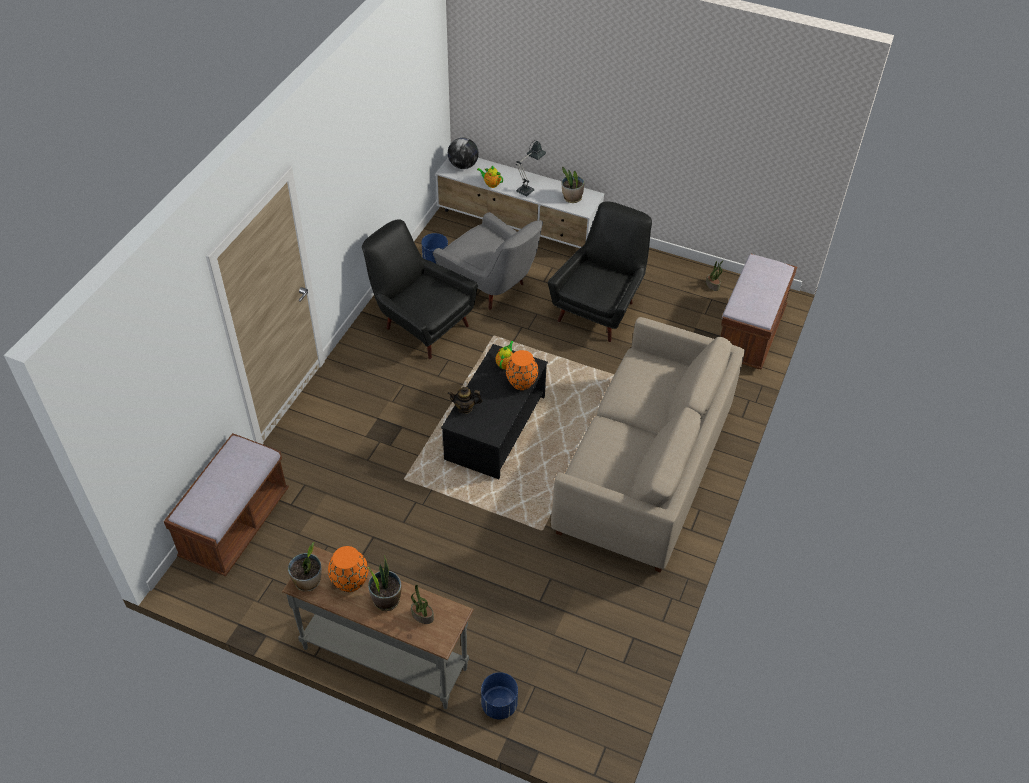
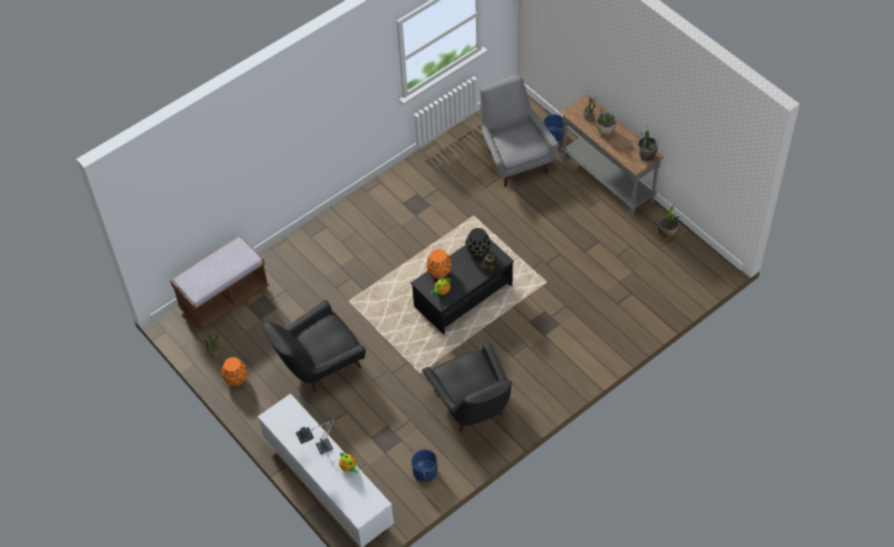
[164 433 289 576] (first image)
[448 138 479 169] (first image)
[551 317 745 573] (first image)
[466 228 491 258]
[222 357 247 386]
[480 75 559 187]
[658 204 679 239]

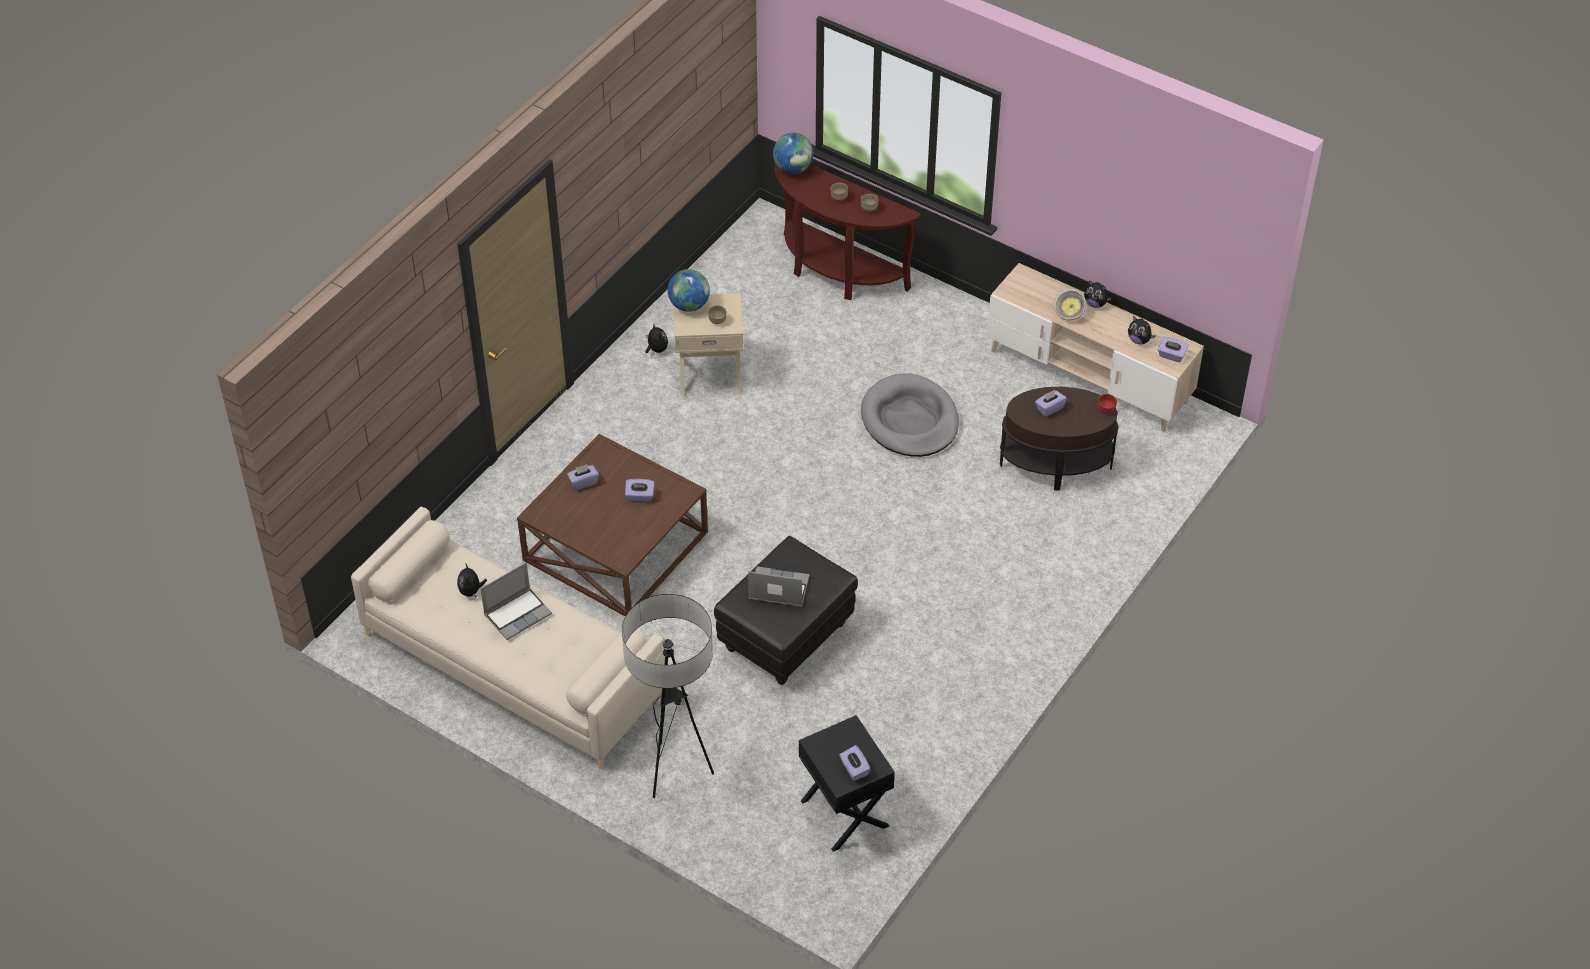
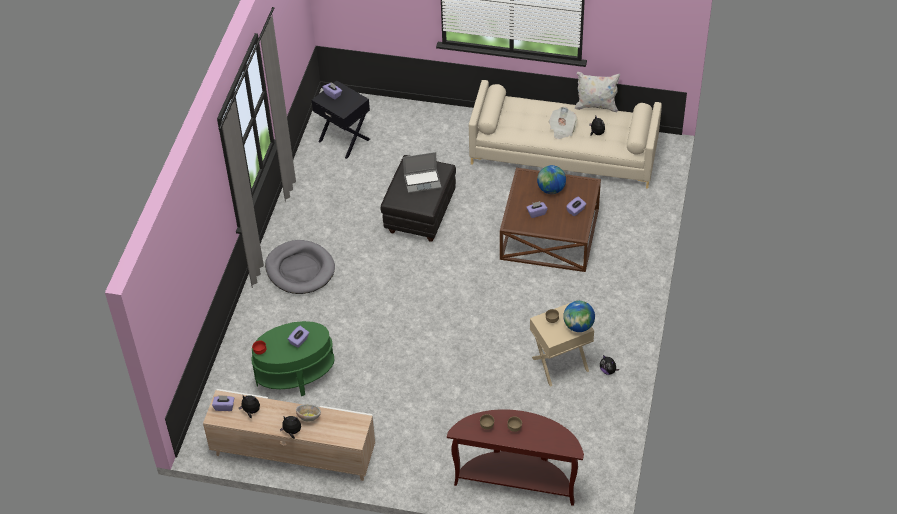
[622 594 714 798] (first image)
[575 72 620 112]
[537 165 566 194]
[265 240 335 294]
[549 107 578 139]
[251 321 335 396]

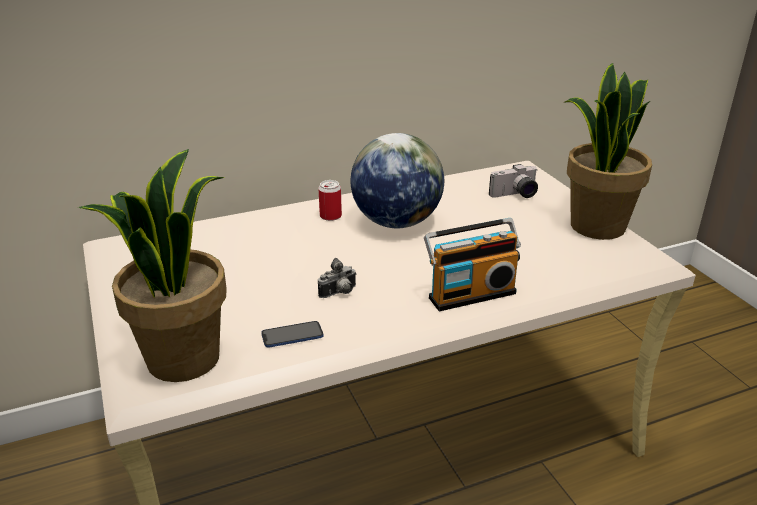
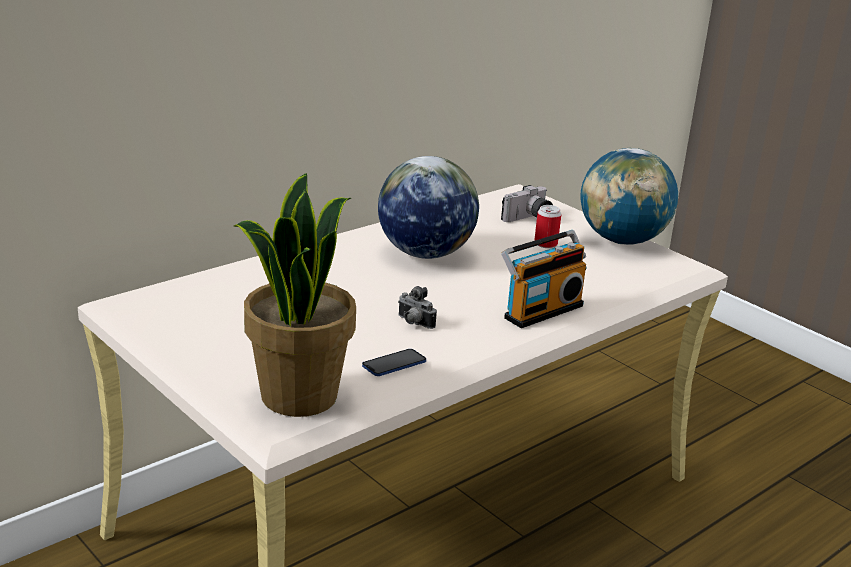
[534 205 562 248]
[580 148 678 245]
[398 286 437 329]

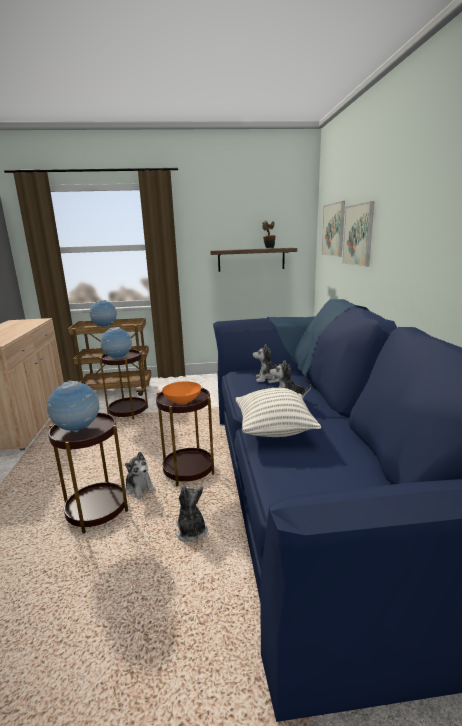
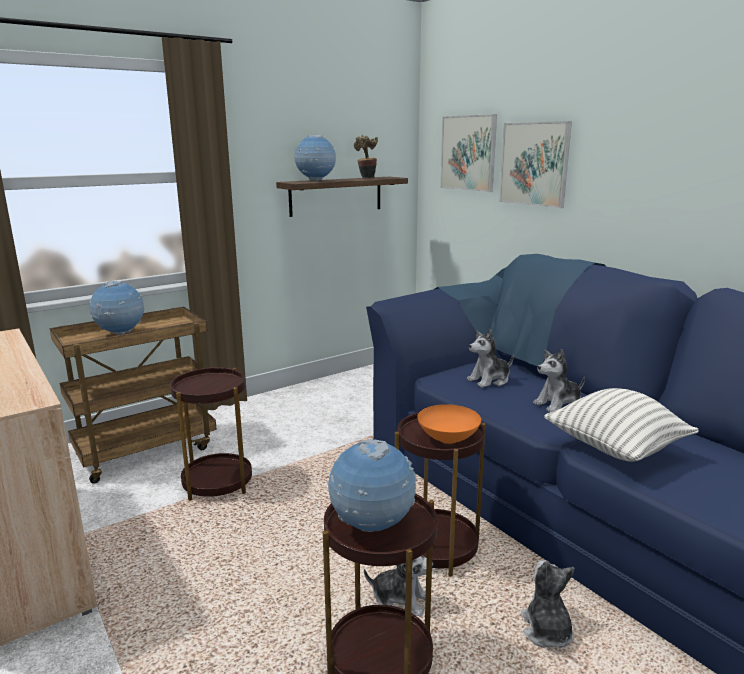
[295 135 336 181]
[521 560 575 648]

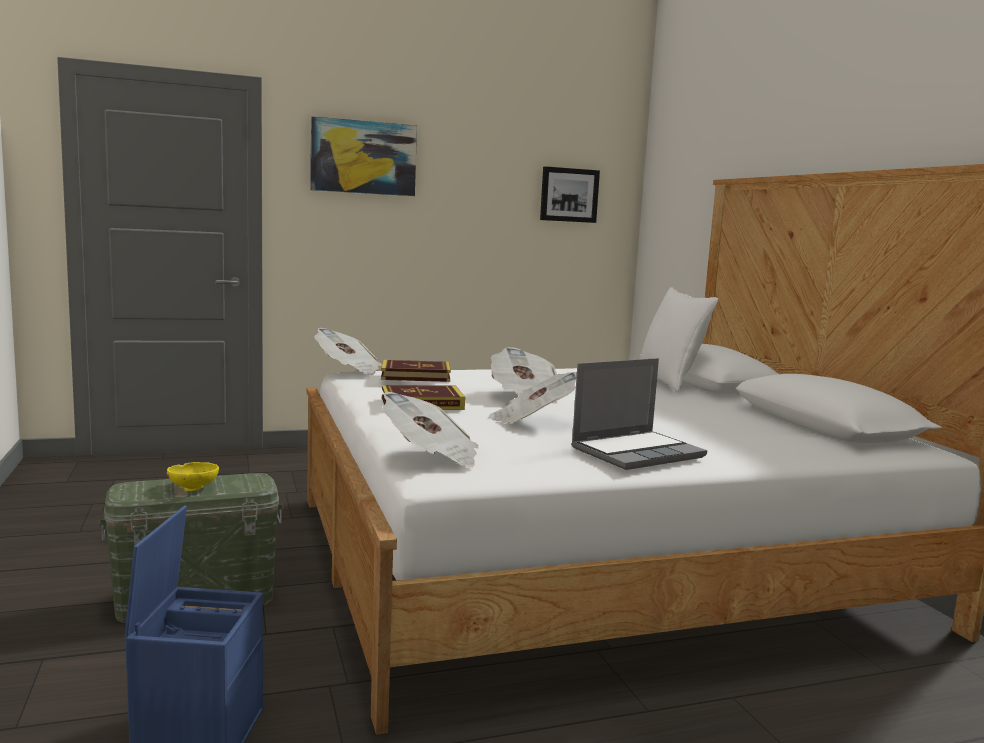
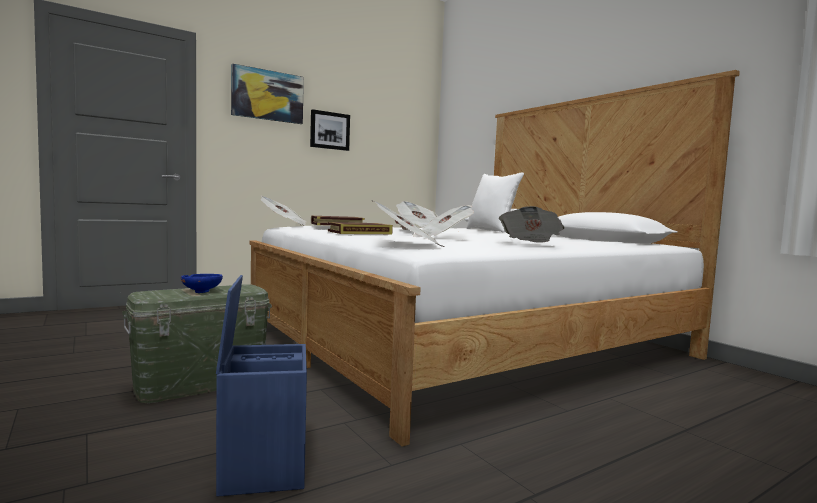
[310 109 350 151]
[499 206 564 243]
[181 274 223 293]

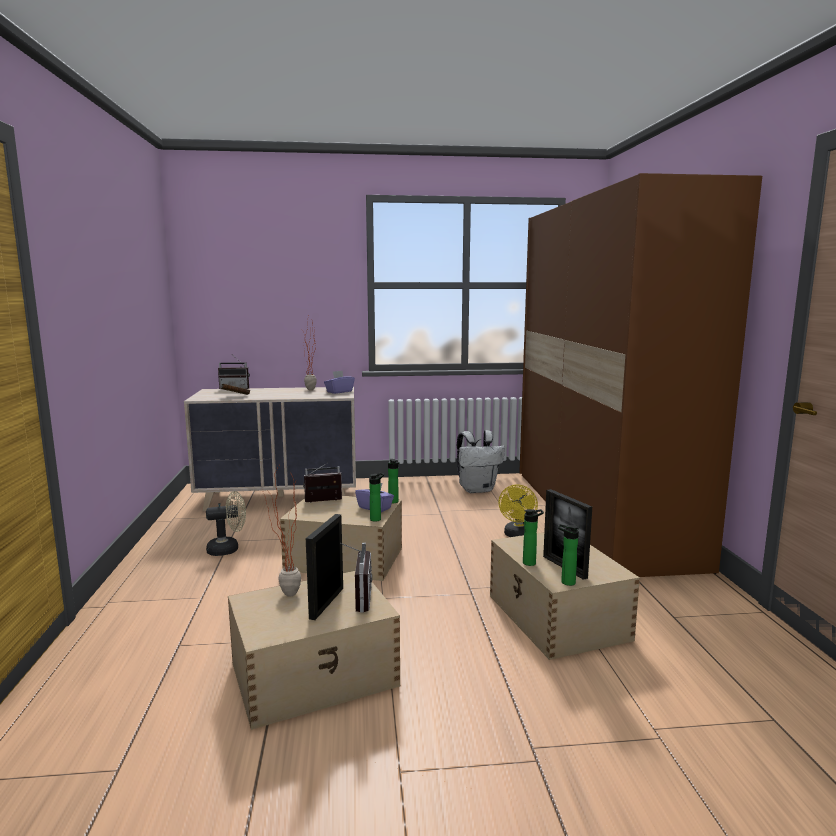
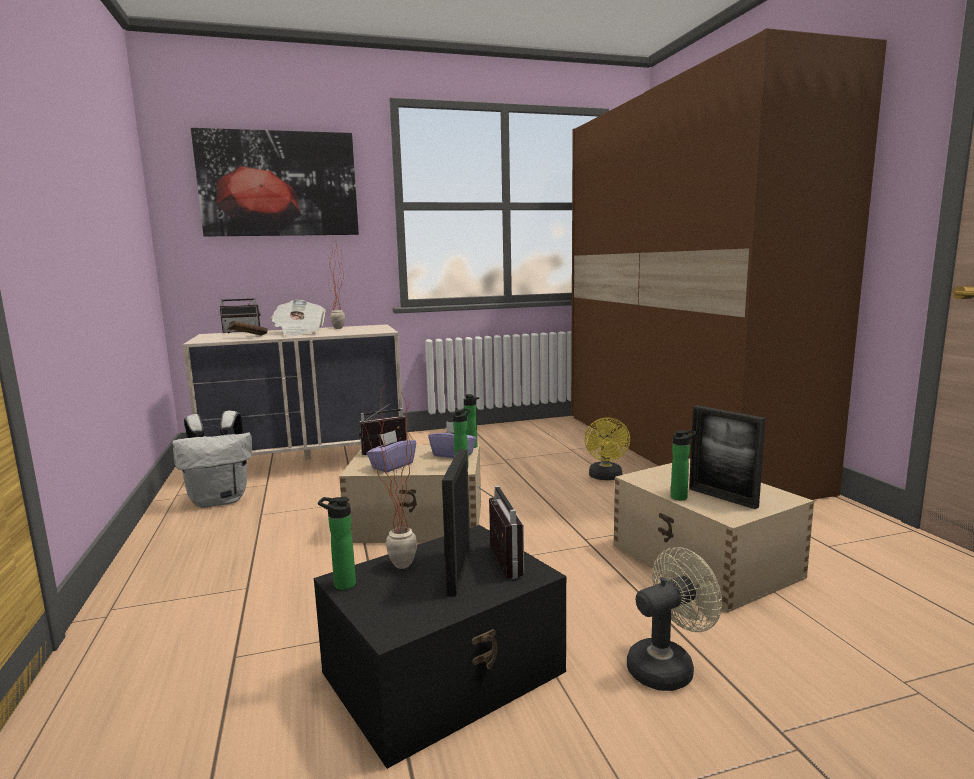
[191 128 359 237]
[271 300 326 336]
[627 547 722 691]
[366 430 416 472]
[172 411 252 508]
[318 497 356 590]
[314 525 567 769]

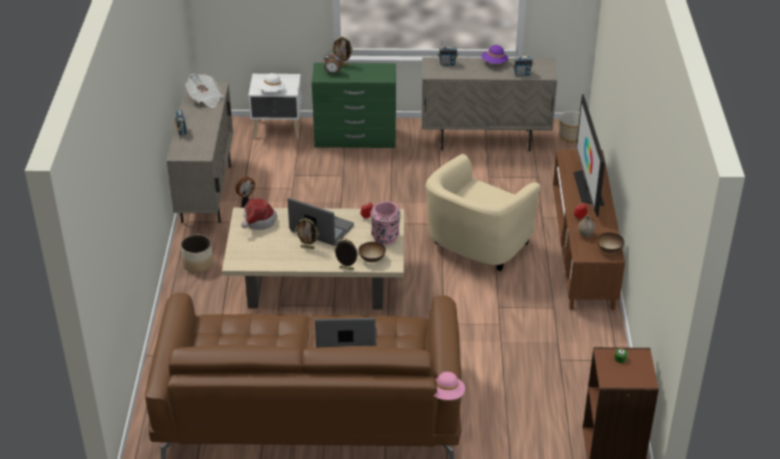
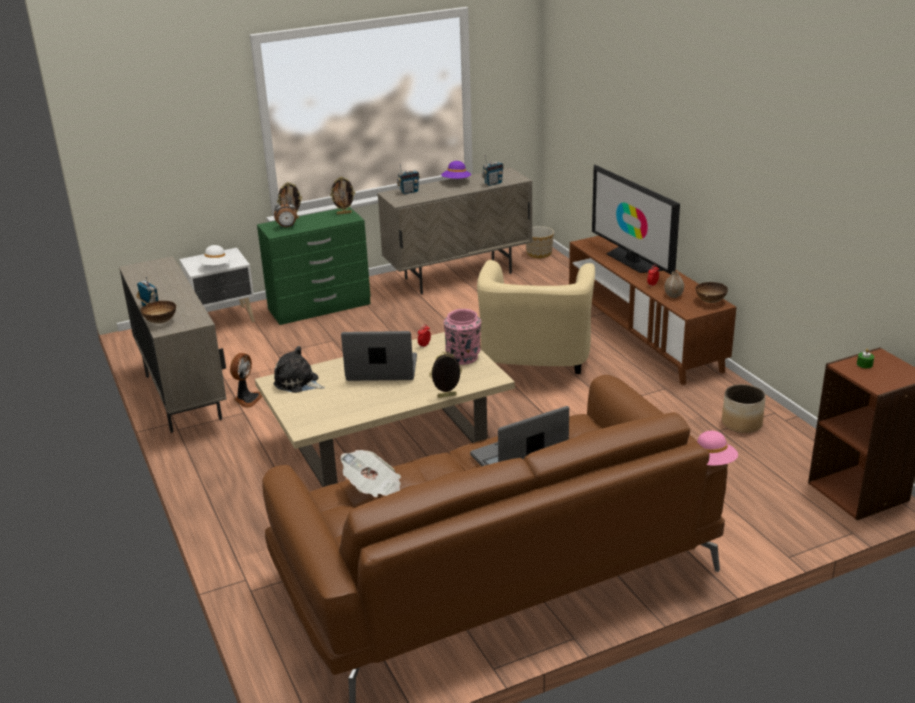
[722 384 766 433]
[340 450 401 497]
[330 177 355 215]
[140 301 176 324]
[273 346 325 393]

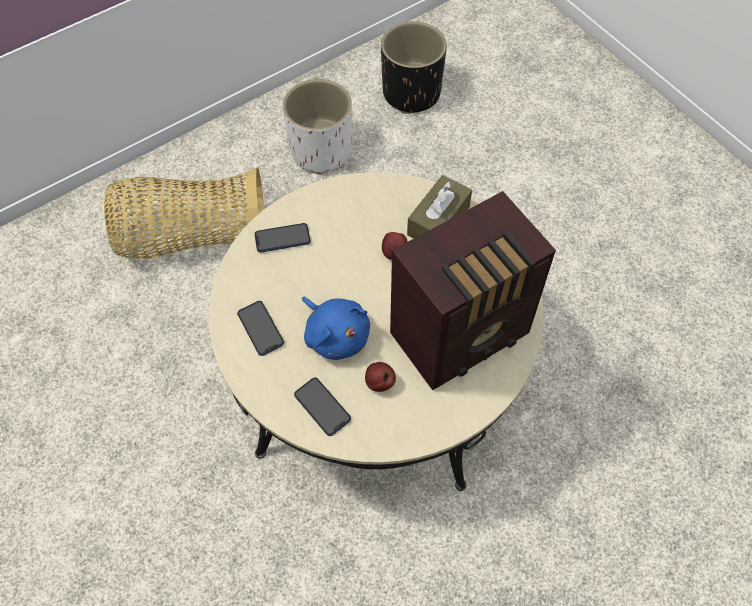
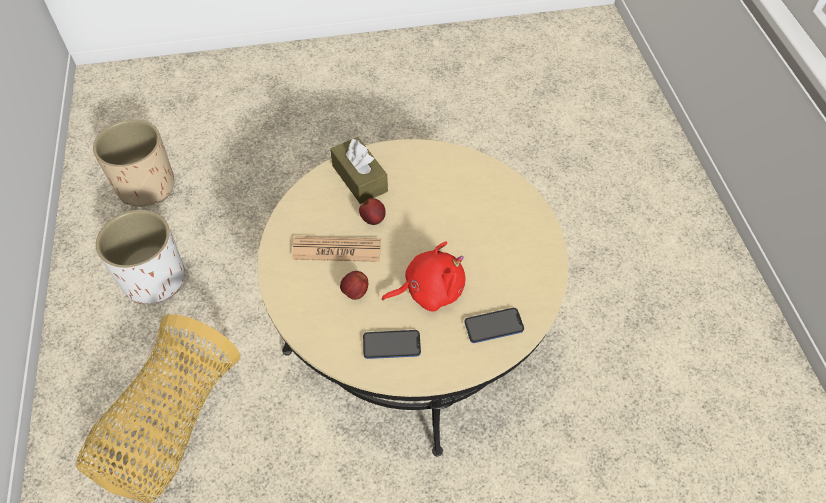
[254 223 311 252] (first image)
[390 191 556 390] (first image)
[292 236 381 262]
[340 271 368 300]
[382 241 465 312]
[93 119 174 207]

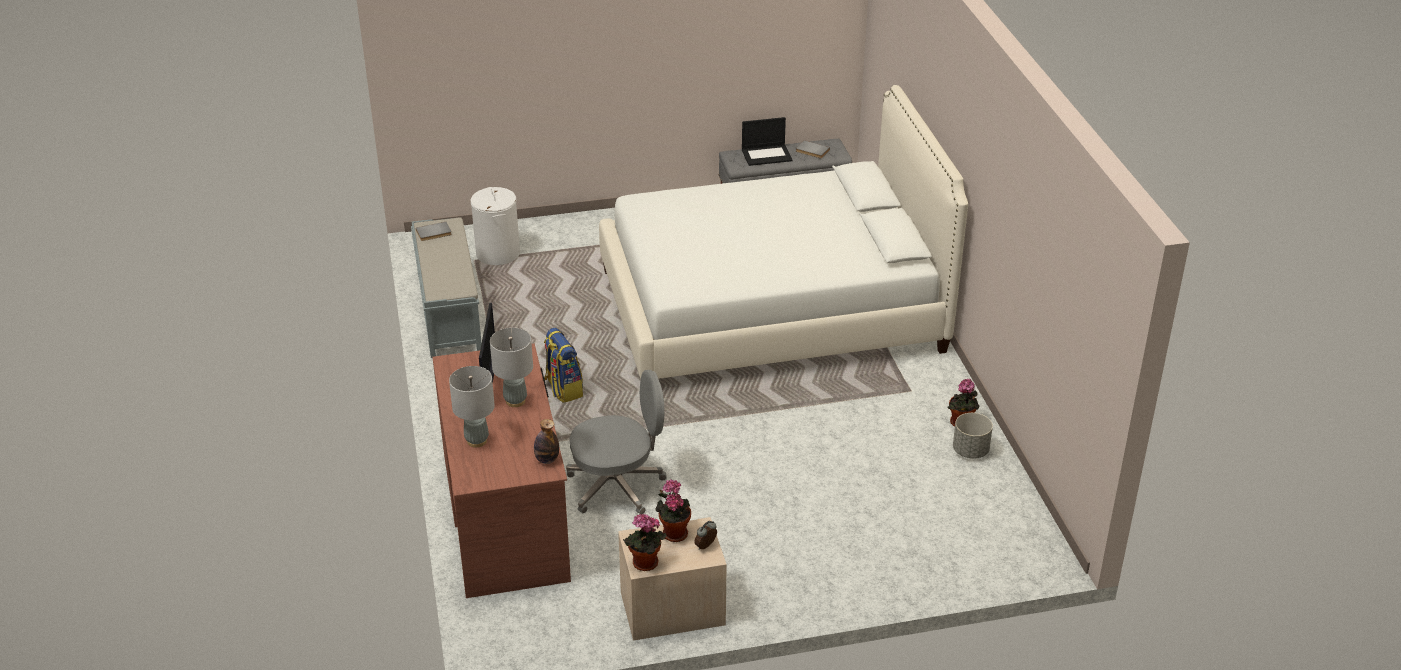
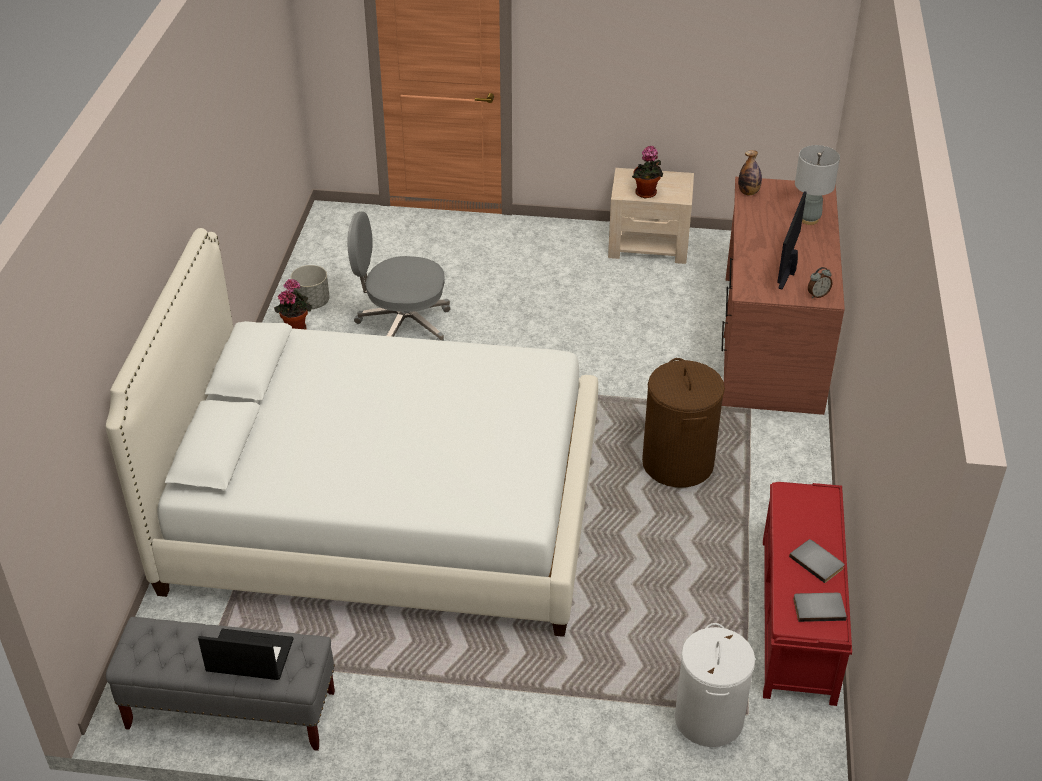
[490 328 533 407] (first image)
[623 514 666 571] (first image)
[347 212 450 341]
[808 267 832 298]
[789 539 844 583]
[642 358 725 488]
[763 482 852 706]

